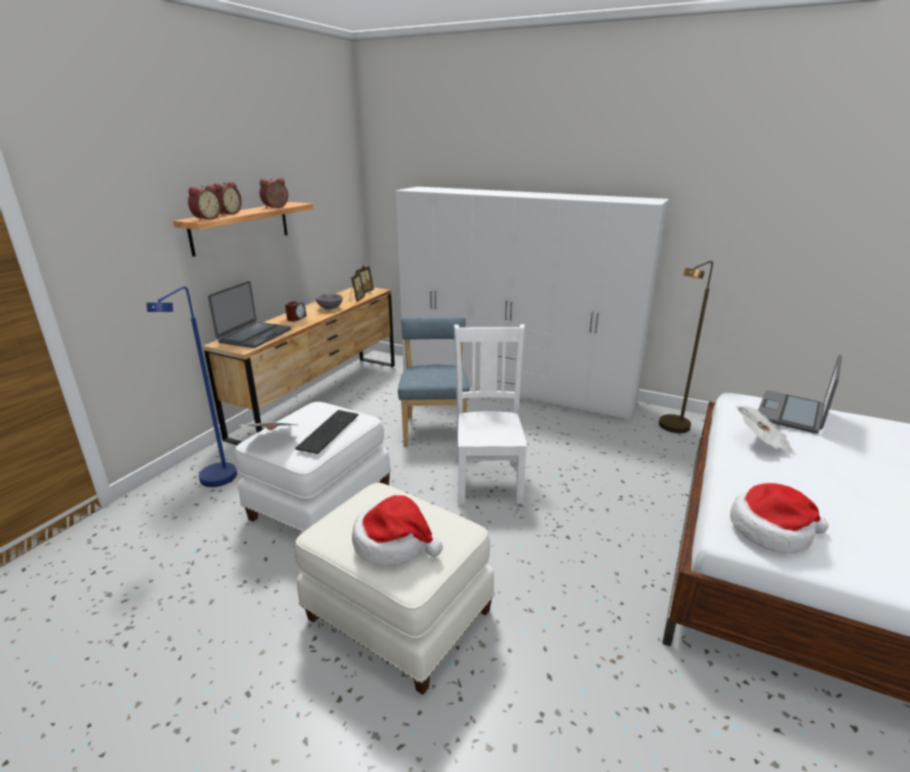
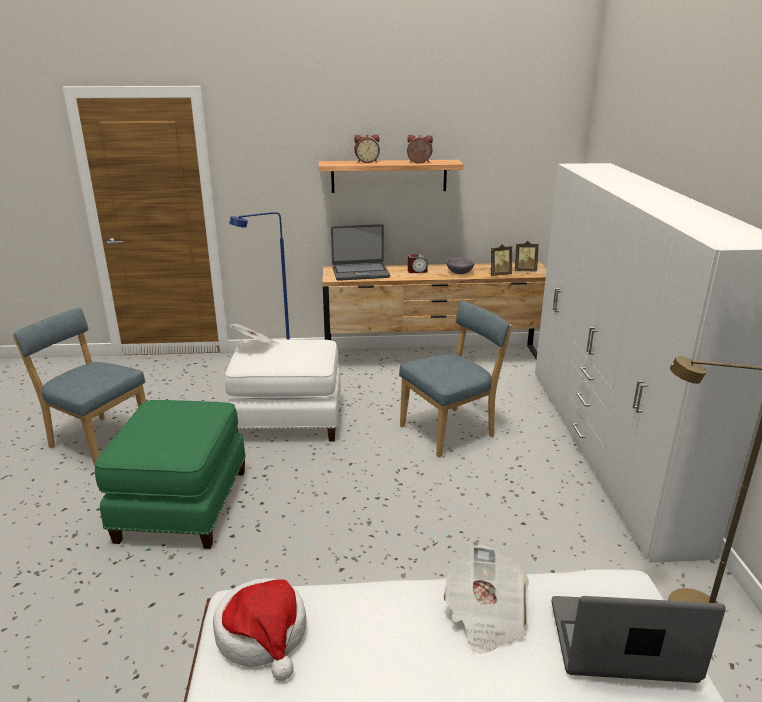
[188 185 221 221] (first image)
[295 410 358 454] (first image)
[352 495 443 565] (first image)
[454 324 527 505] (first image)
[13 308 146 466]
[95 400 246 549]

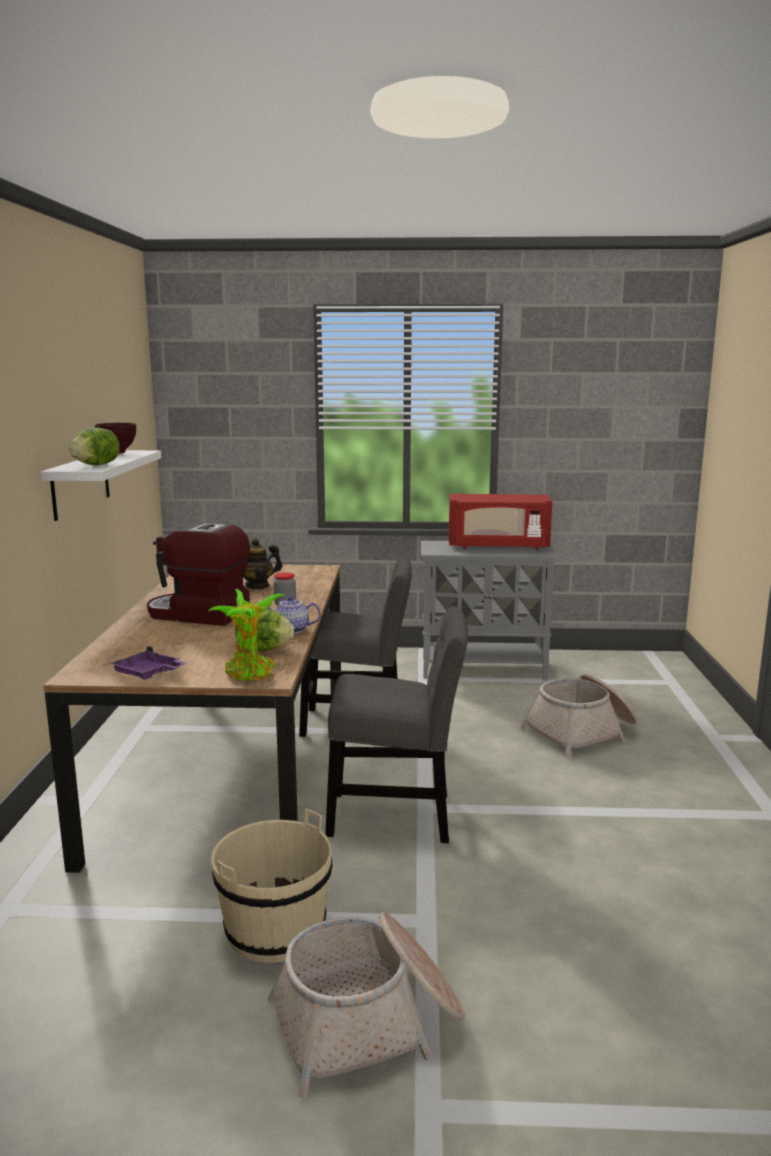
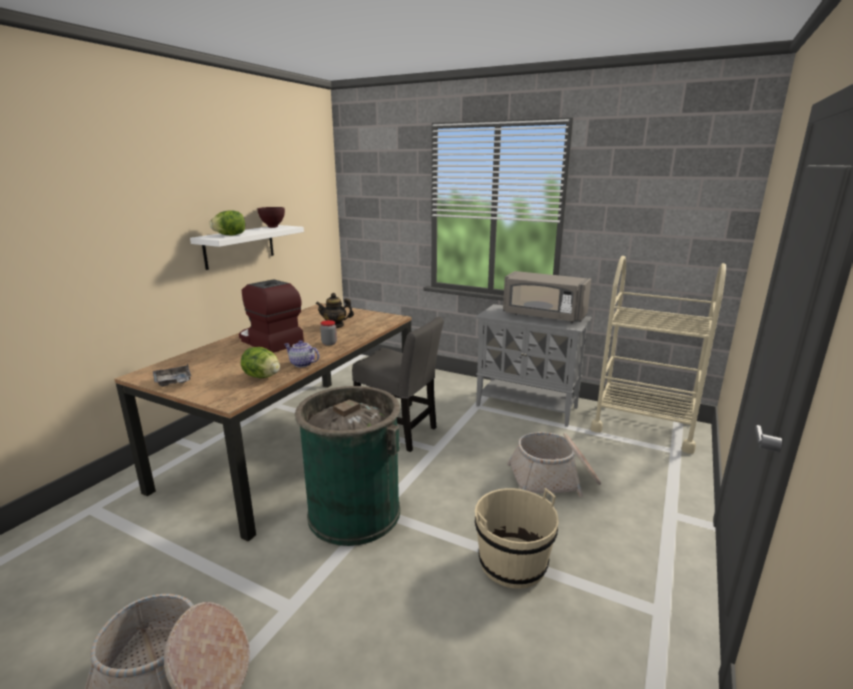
[209 589 284 681] (first image)
[591 256 726 454]
[475 488 559 589]
[295 386 400 546]
[153 363 191 387]
[503 271 591 323]

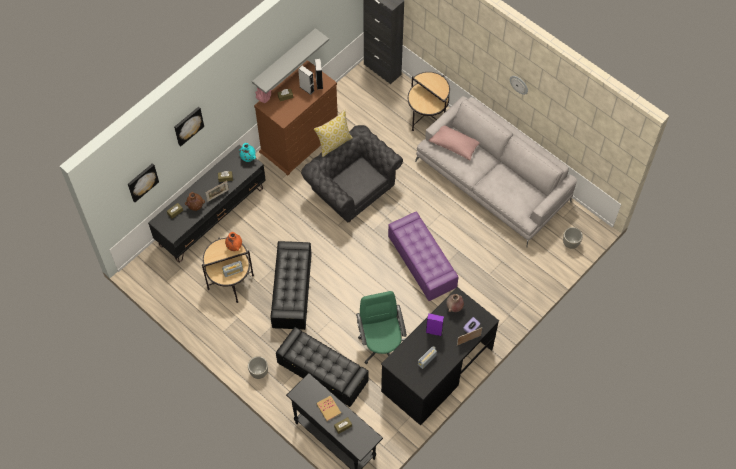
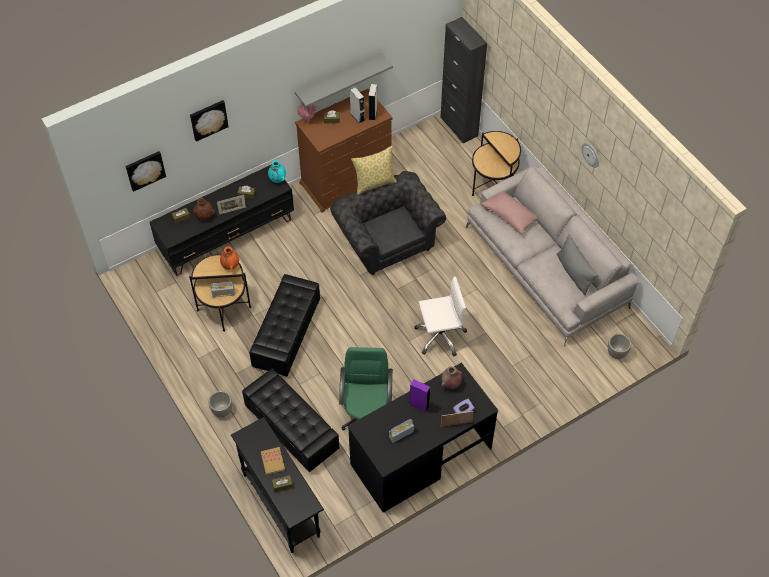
[557 235 598 295]
[414 276 467 357]

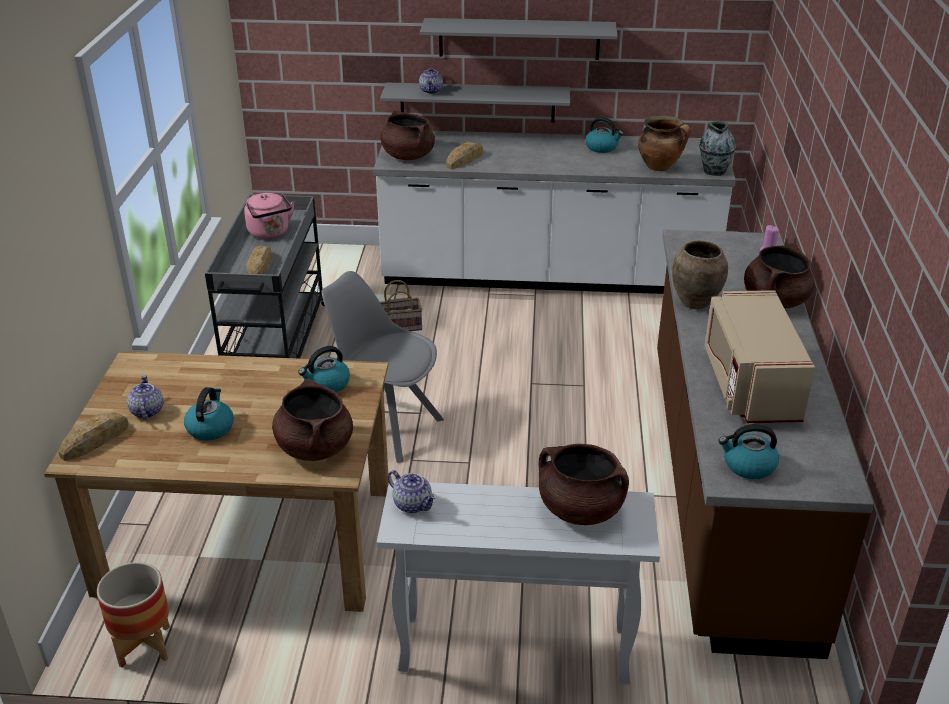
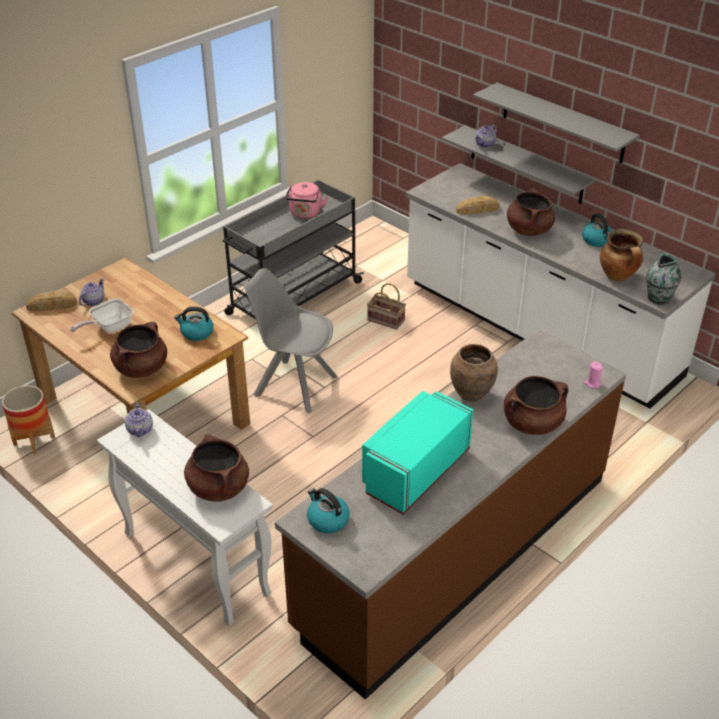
[246 246 272 274] (first image)
[507 188 555 236]
[70 298 134 333]
[362 391 474 514]
[244 268 338 413]

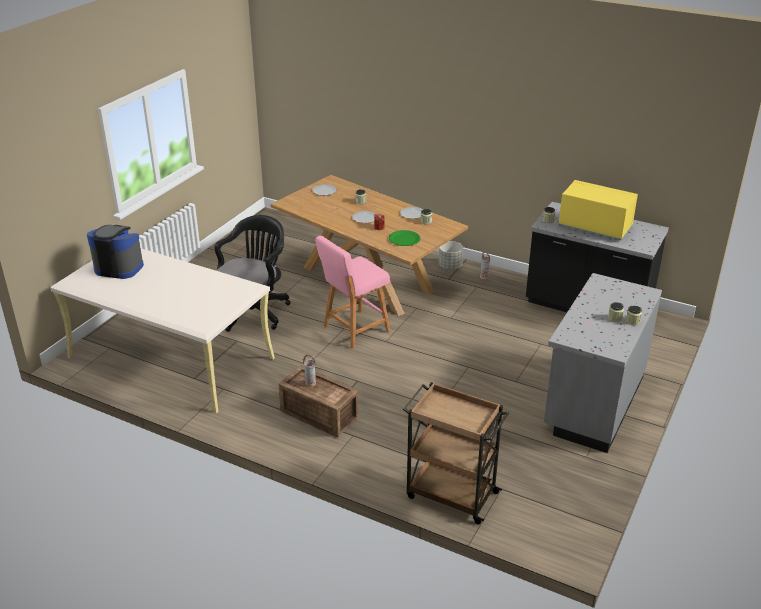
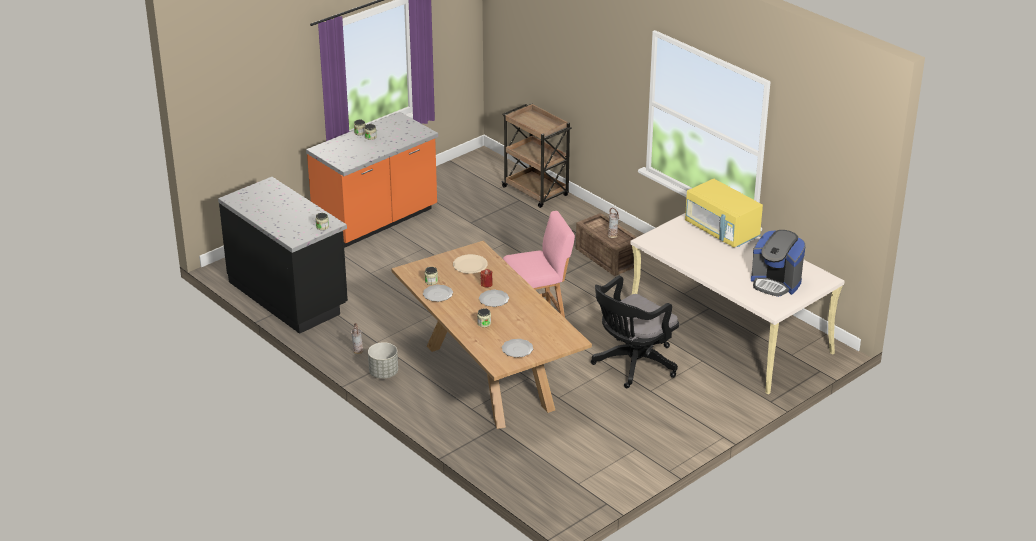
[685 179 763 247]
[453 254 488 274]
[306 112 438 248]

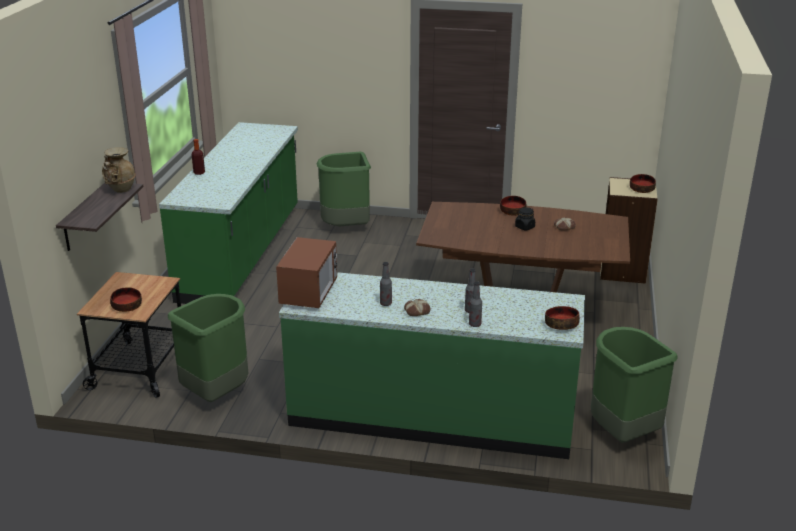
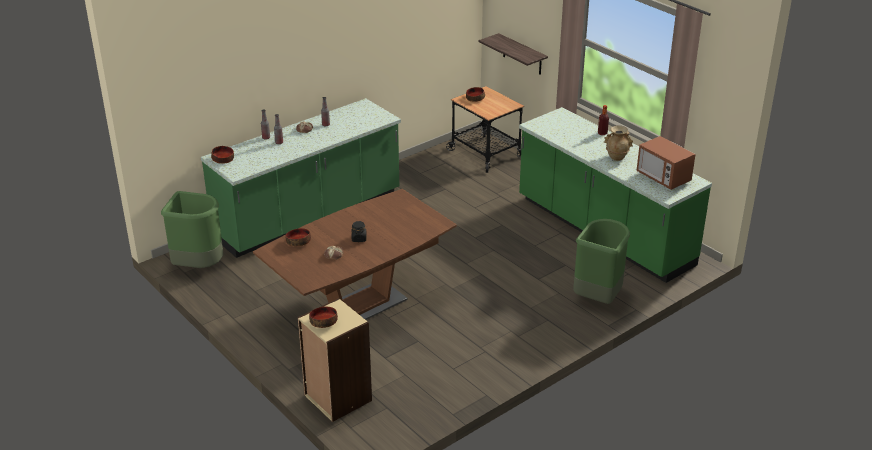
[168 294 248 402] (first image)
[604 125 633 161]
[637 136 696 190]
[285 228 311 247]

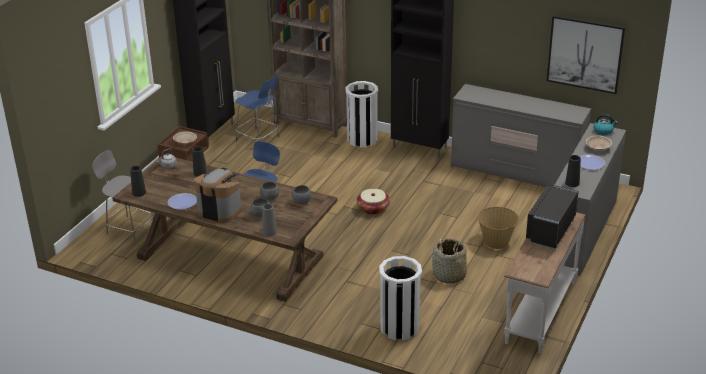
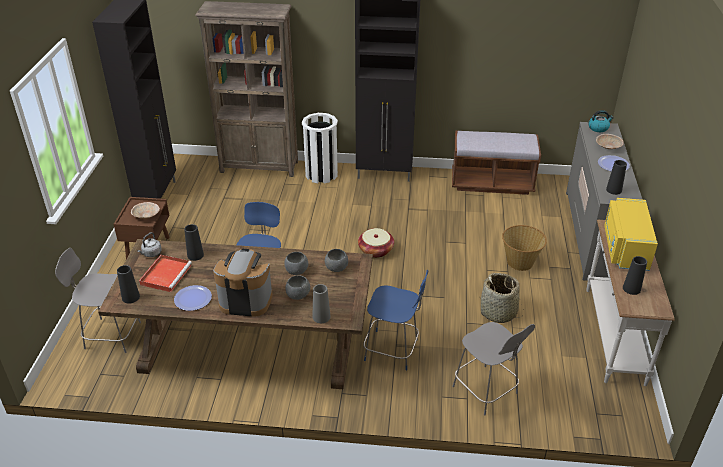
[547 15 625 94] (first image)
[139 255 192 292]
[623 256 647 295]
[363 270 429 371]
[452 322 535 416]
[452 130 541 195]
[604 198 658 271]

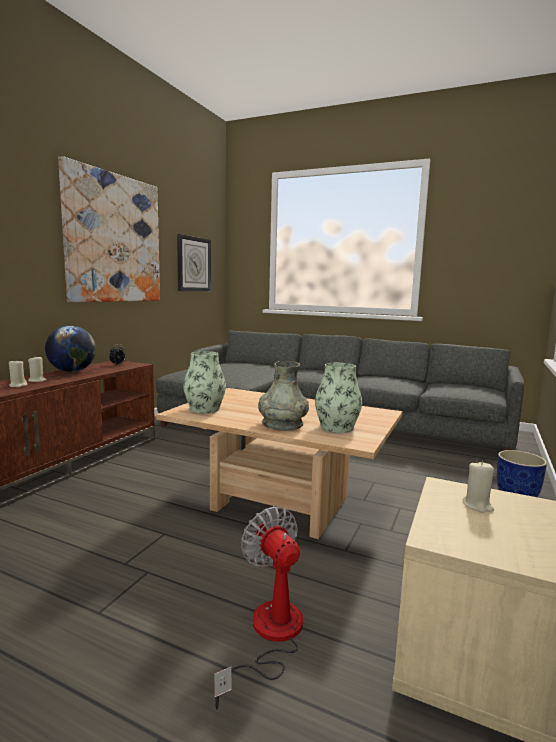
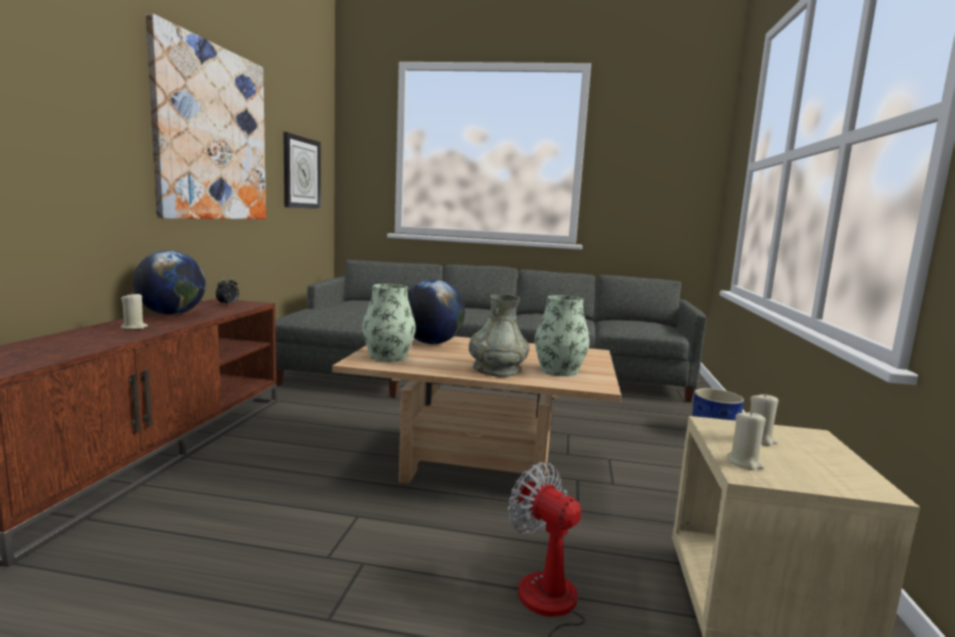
[407 280 465 344]
[727 410 766 470]

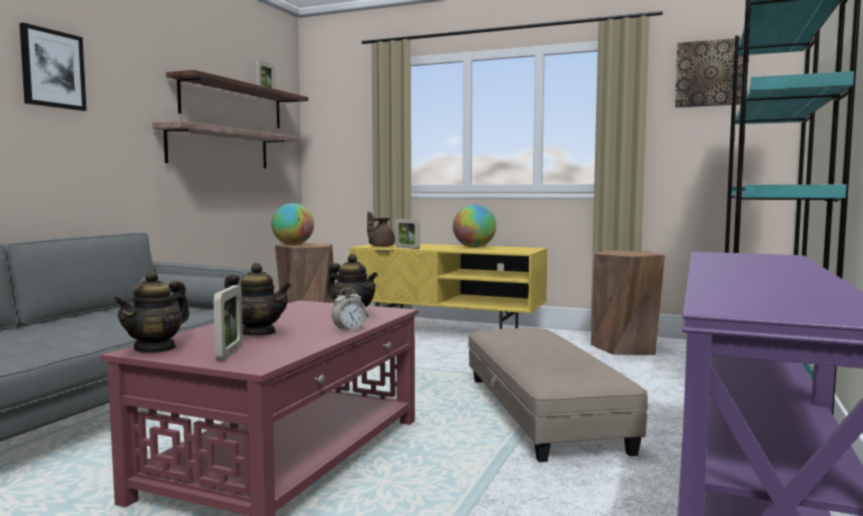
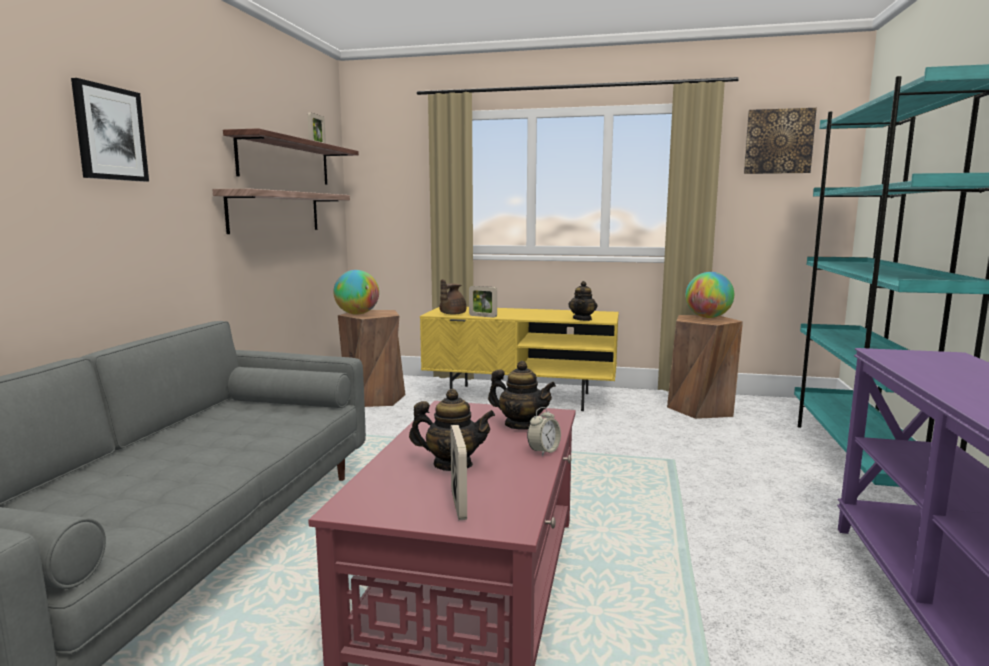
[468 328 648 462] (first image)
[568 281 597 321]
[685 272 734 318]

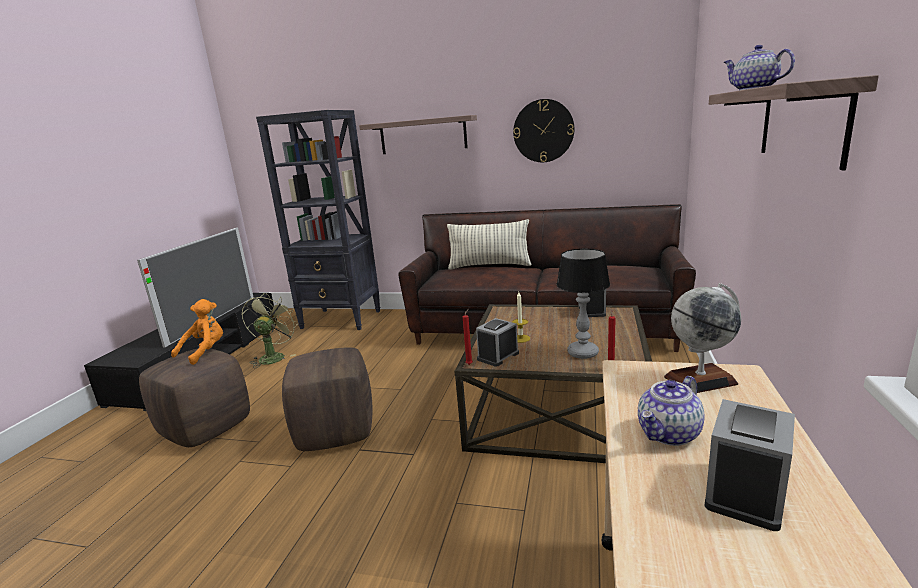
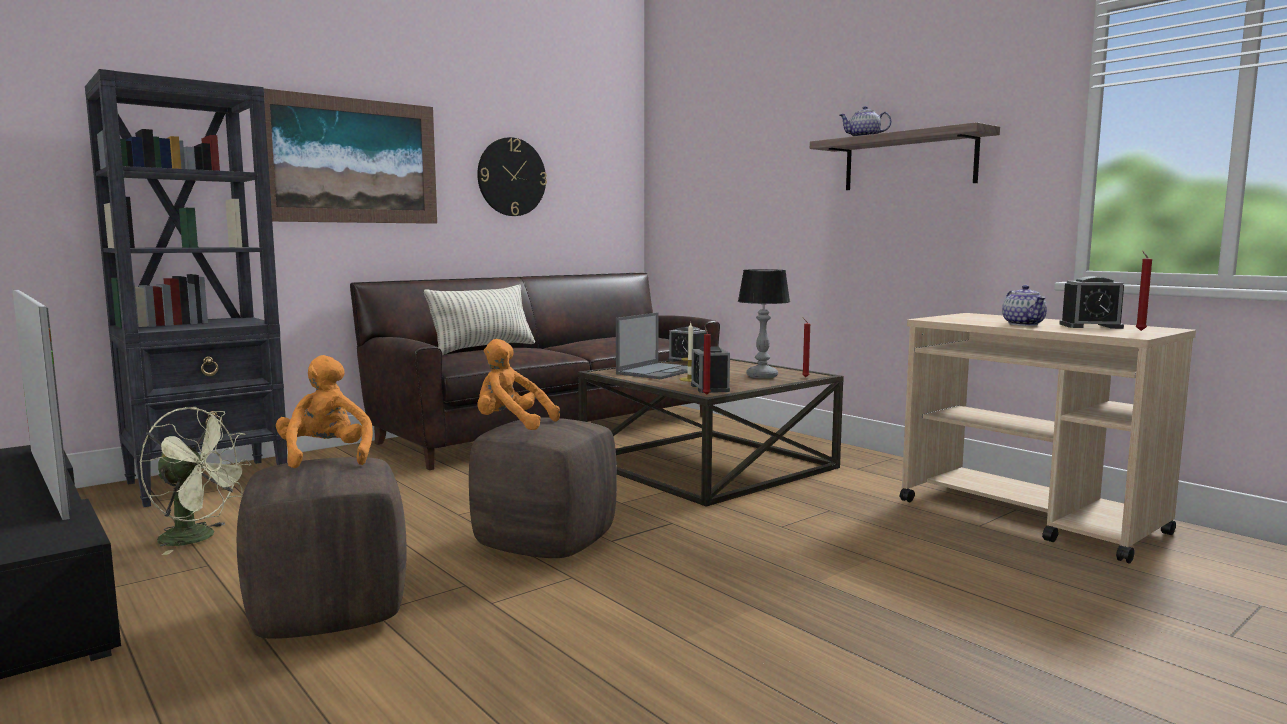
[664 283 741 393] (first image)
[477 339 560 430]
[616 312 688 379]
[1136 251 1152 331]
[264 88 437 224]
[139 407 251 555]
[1059 276 1124 329]

